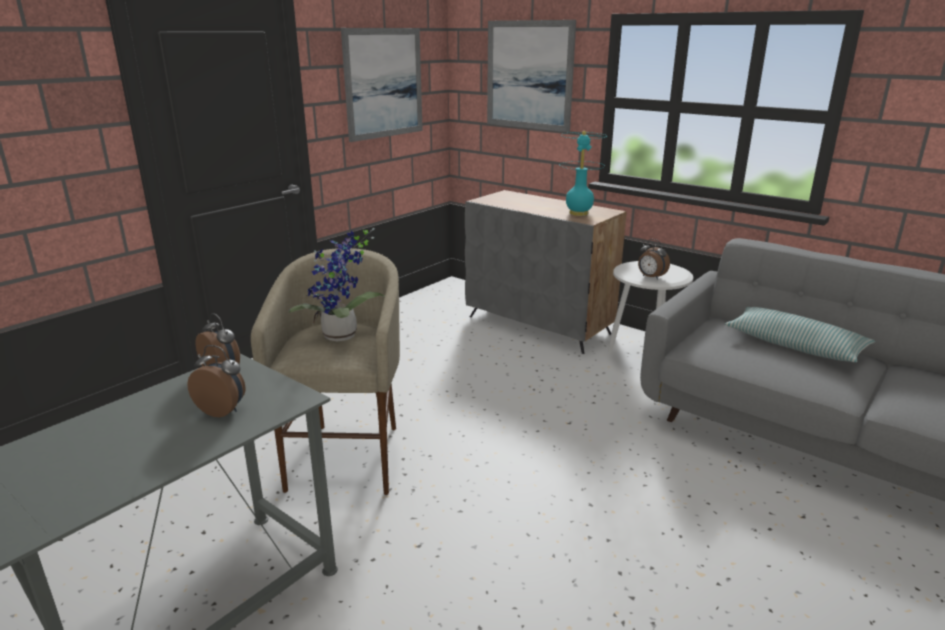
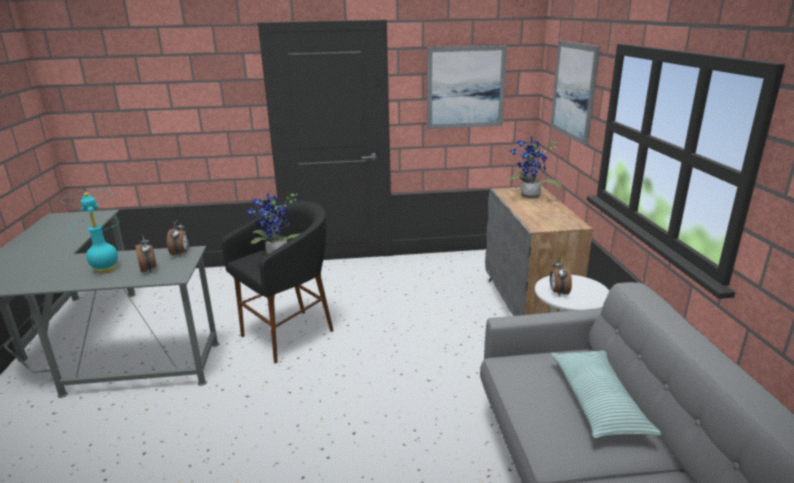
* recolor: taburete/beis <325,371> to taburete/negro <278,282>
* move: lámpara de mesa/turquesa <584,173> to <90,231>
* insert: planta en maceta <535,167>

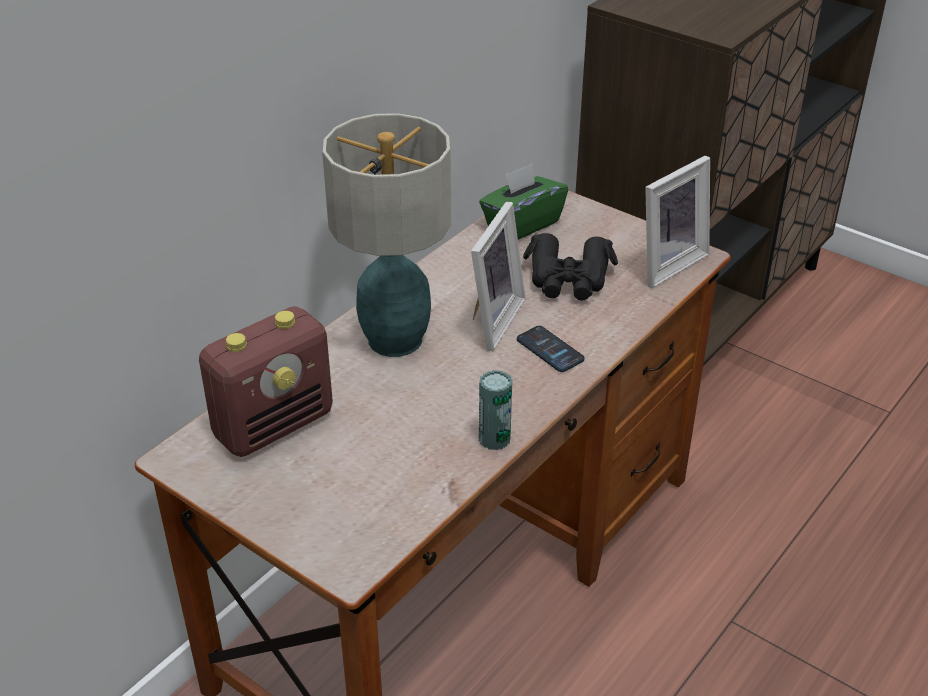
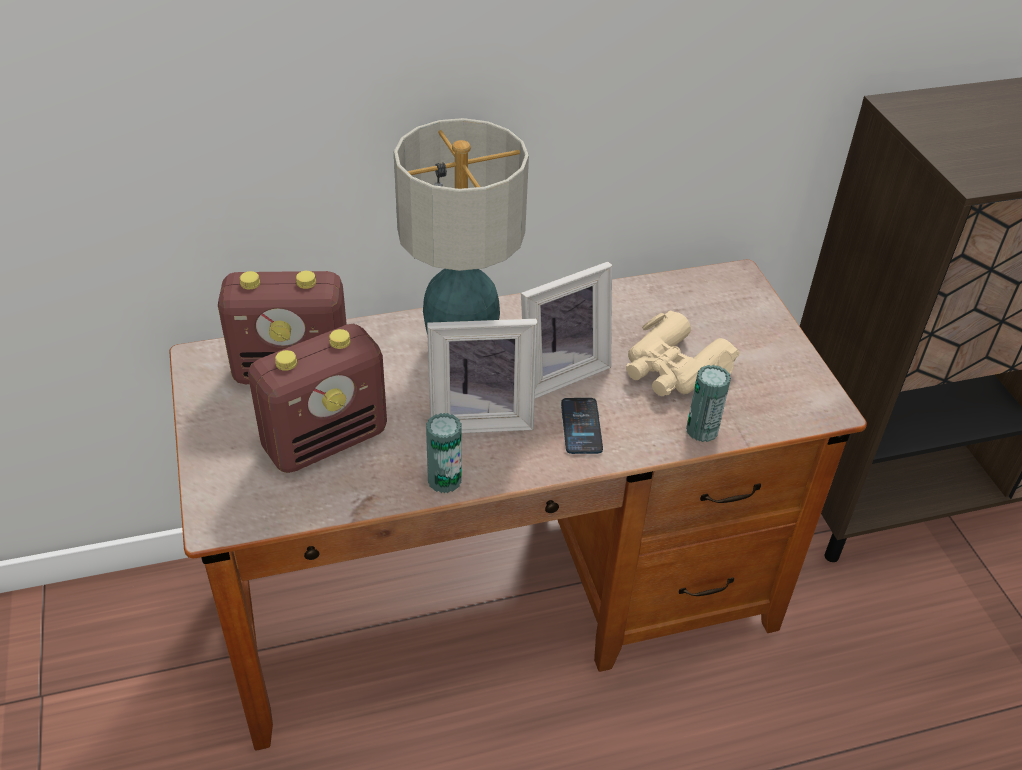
* delete: caja de pañuelos/verde <523,201>
* recolor: prismáticos/negro <570,266> to prismáticos/beis <683,353>
* move: portarretratos <677,222> to <482,376>
* insert: radio <317,398>
* insert: lata <708,403>

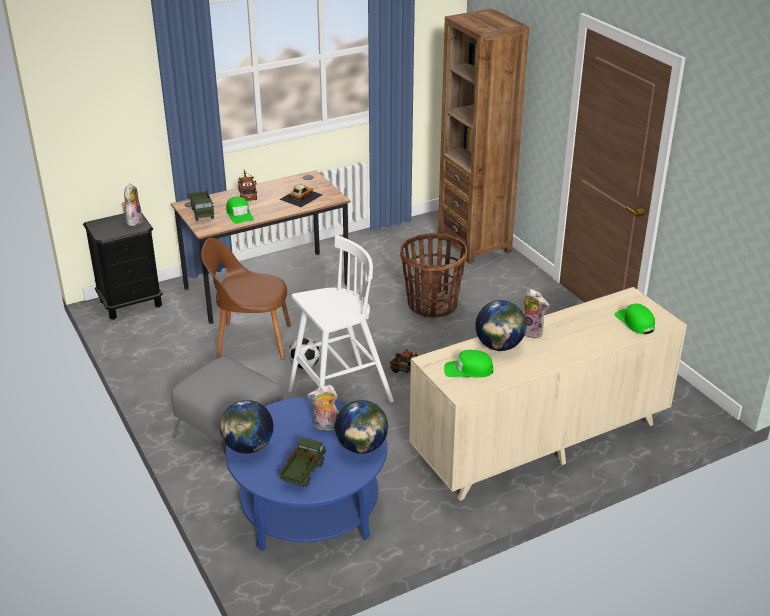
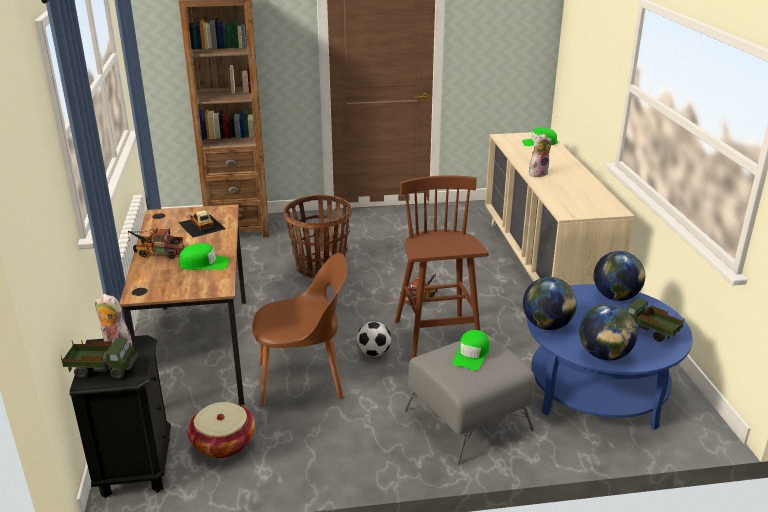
* move: camión de juguete <201,204> to <99,358>
* rotate: silla/marrón <246,299> = <299,329> 120 degrees counterclockwise
* recolor: taburete/blanco <341,318> to taburete/marrón <442,267>
* delete: peluche <323,408>
* move: gorra/verde <468,363> to <471,350>
* move: globo terráqueo <500,325> to <550,303>
* insert: cesta <221,430>

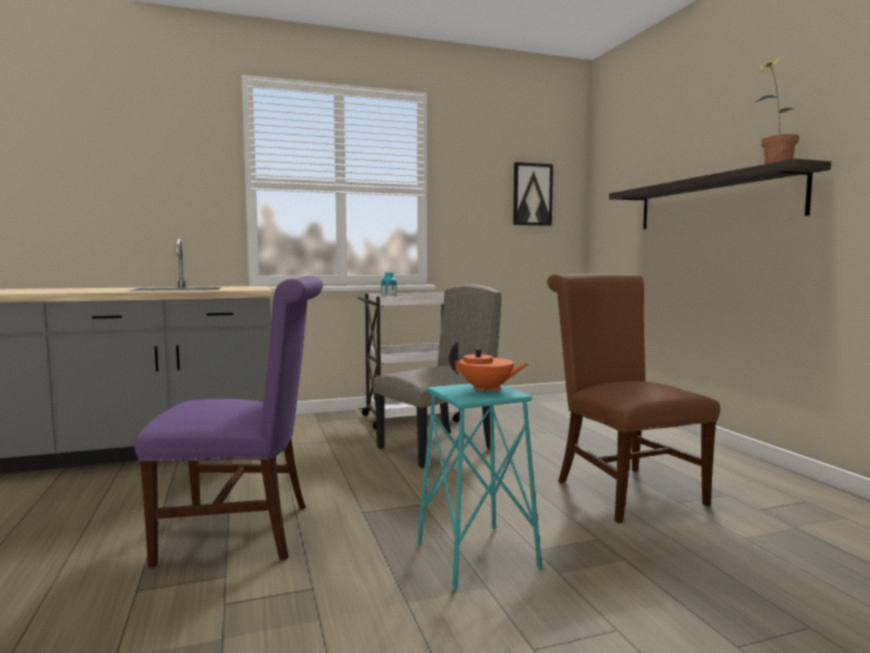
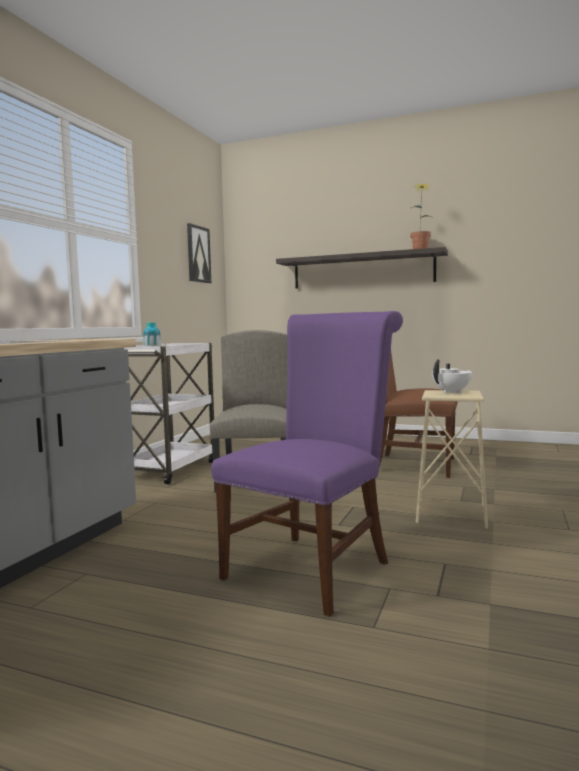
* recolor: taburete/turquesa <479,486> to taburete/beis <452,459>
* recolor: tetera/naranja <489,367> to tetera/blanco <452,376>

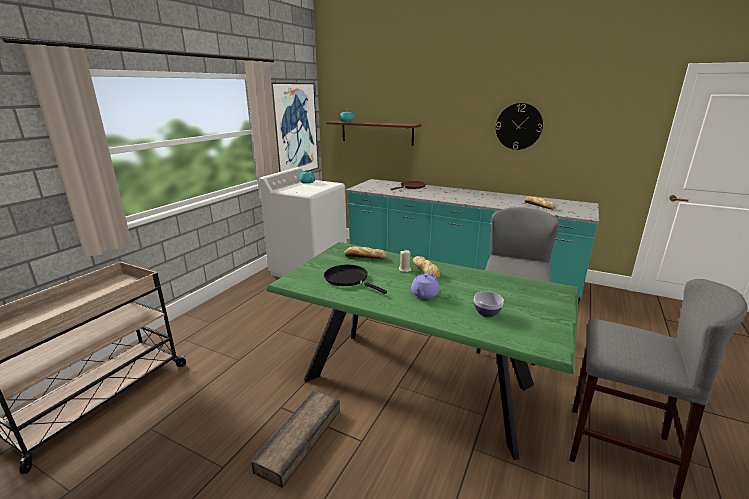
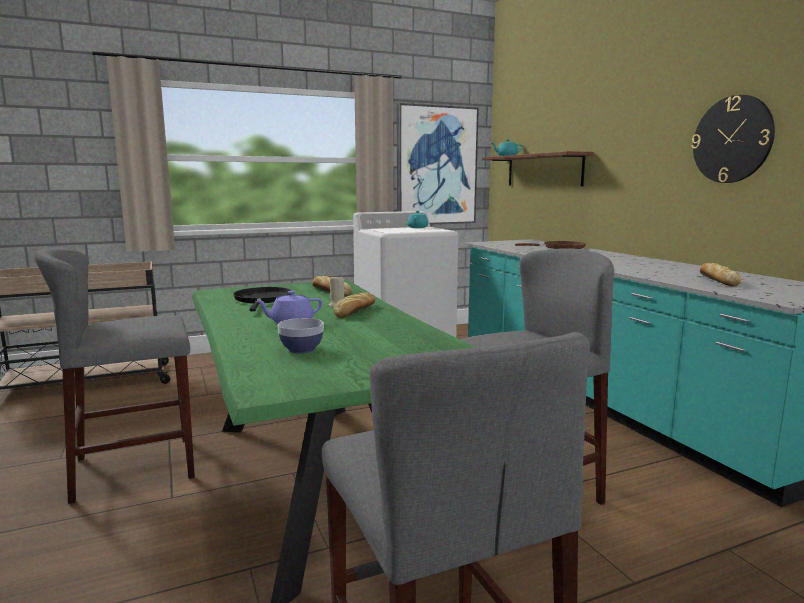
* replace: caja de embalaje <295,439> to taburete/gris <114,376>

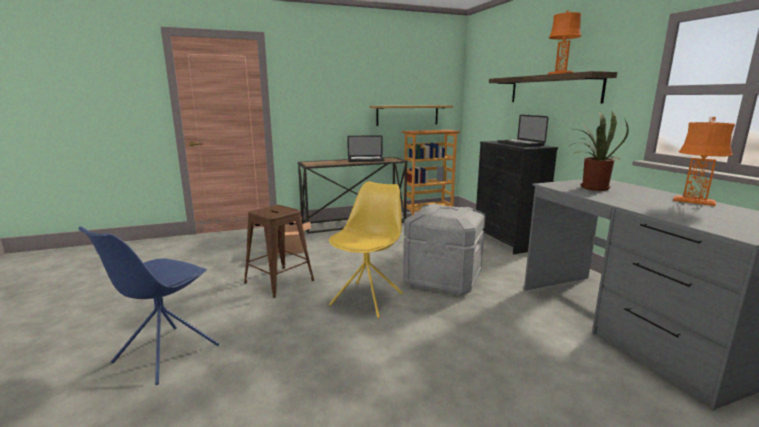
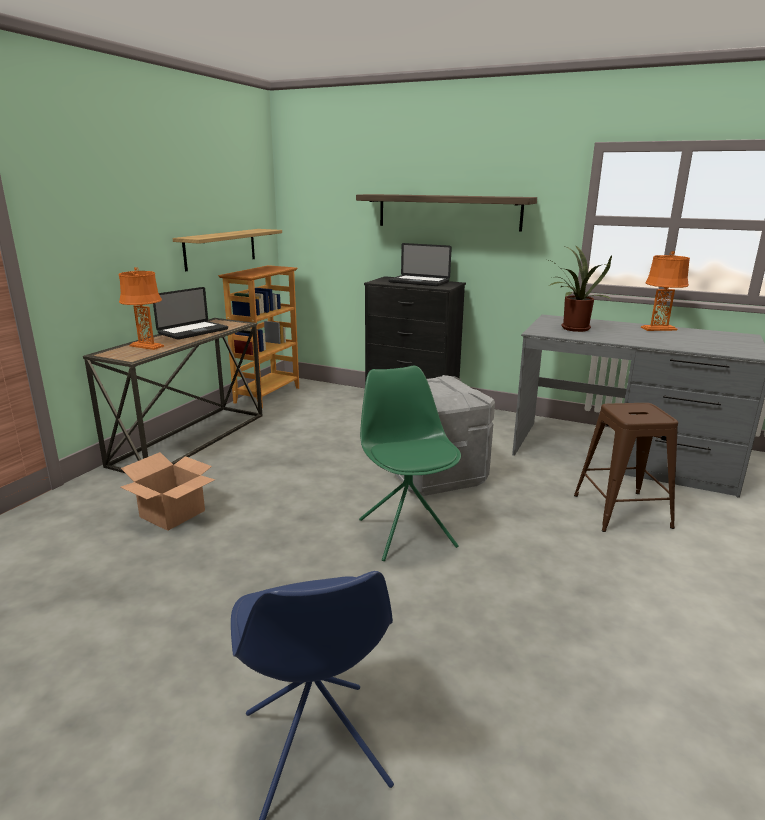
* move: taburete/marrón <279,251> to <626,467>
* recolor: silla/amarillo <366,249> to silla/verde <410,463>
* move: lámpara de mesa/naranja <564,42> to <141,308>

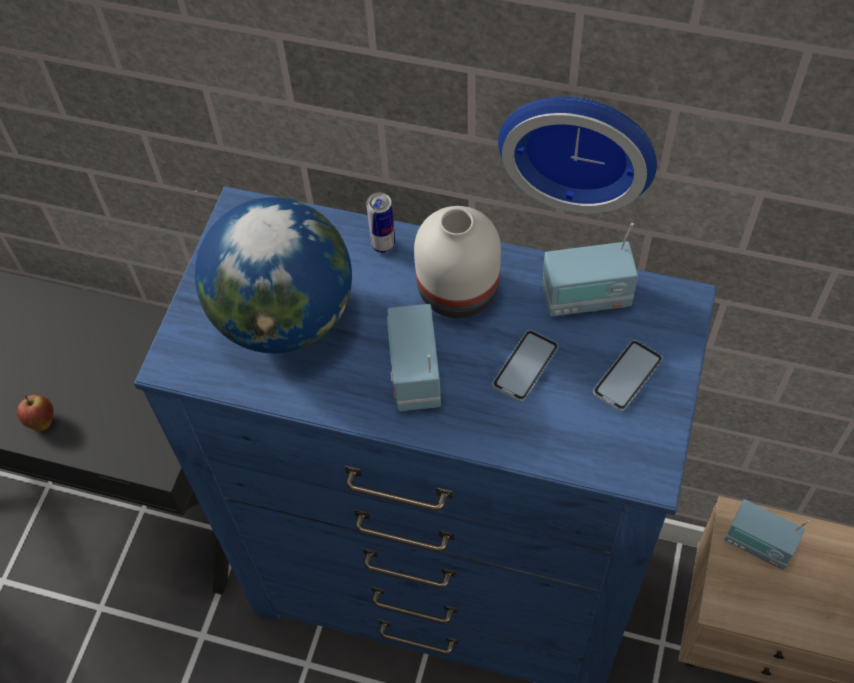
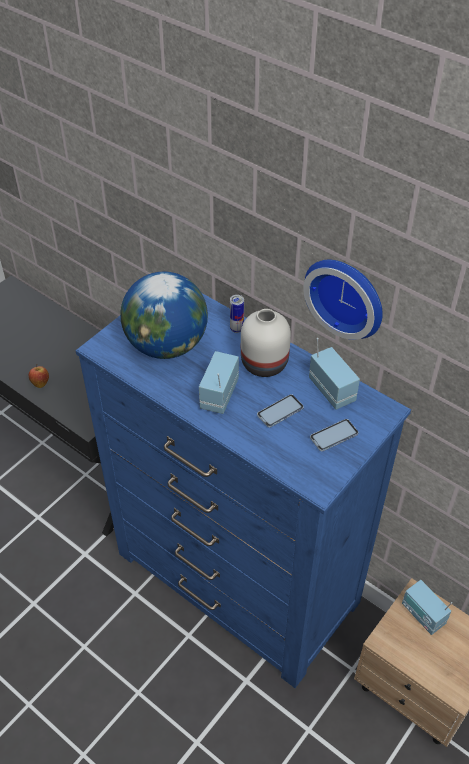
* rotate: radio <590,269> = <334,374> 135 degrees counterclockwise

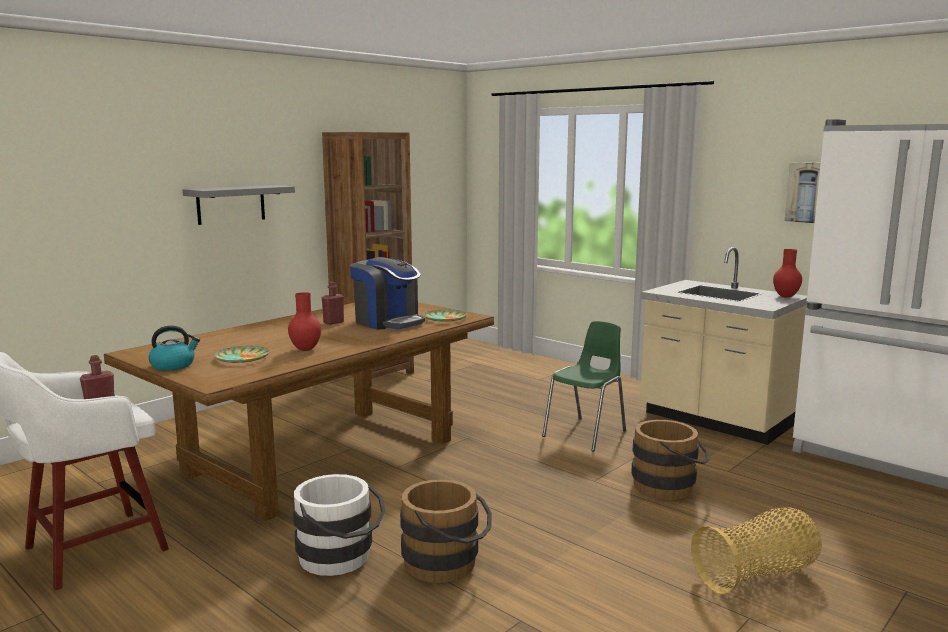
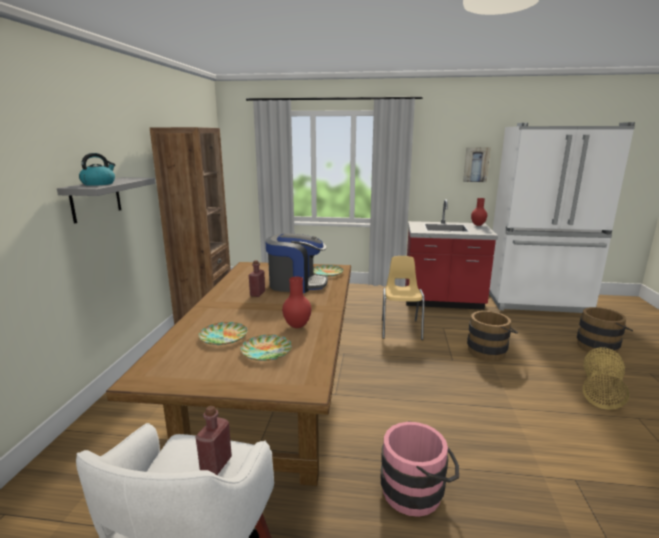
* move: hervidor <174,347> to <97,169>
* recolor: cubo/blanco <339,525> to cubo/rosa <420,469>
* move: cubo/marrón <446,531> to <605,331>
* recolor: silla/verde <584,386> to silla/amarillo <403,298>
* recolor: mueble bajo de cocina/beis <723,346> to mueble bajo de cocina/rojo <451,254>
* insert: plato <223,333>

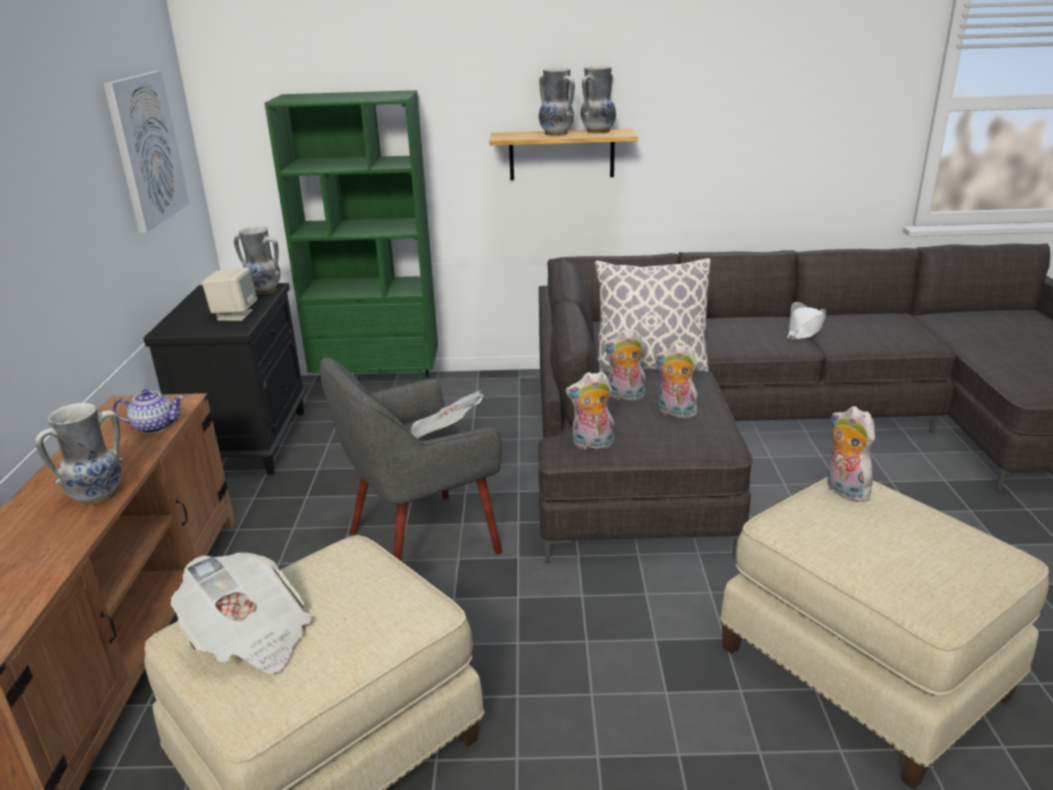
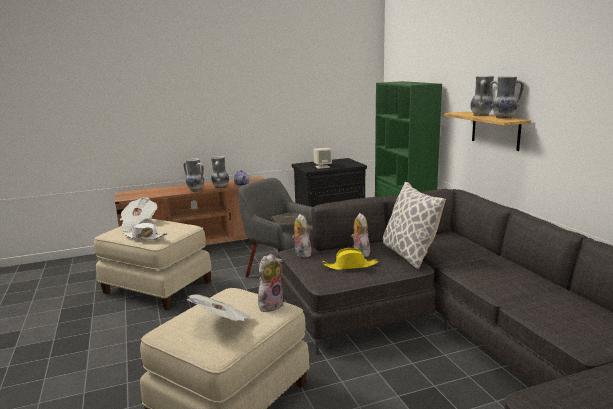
* delete: cuadro <146,152>
* move: florero <257,260> to <220,172>
* replace: peluche <676,381> to sombrero/amarillo <350,259>
* move: sombrero/blanco <806,321> to <145,229>
* insert: periódico <220,307>

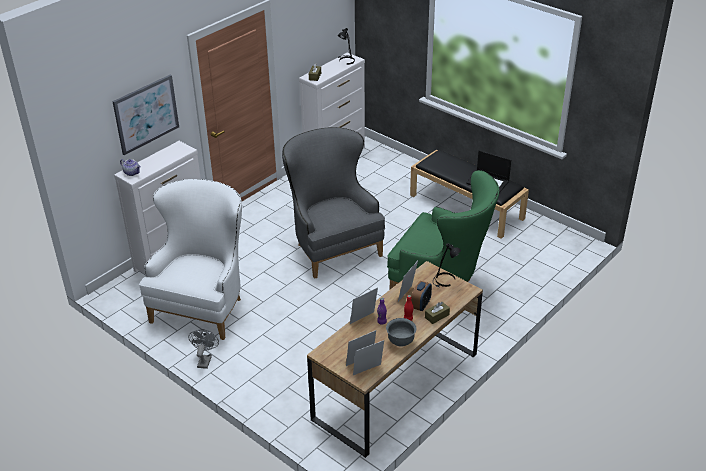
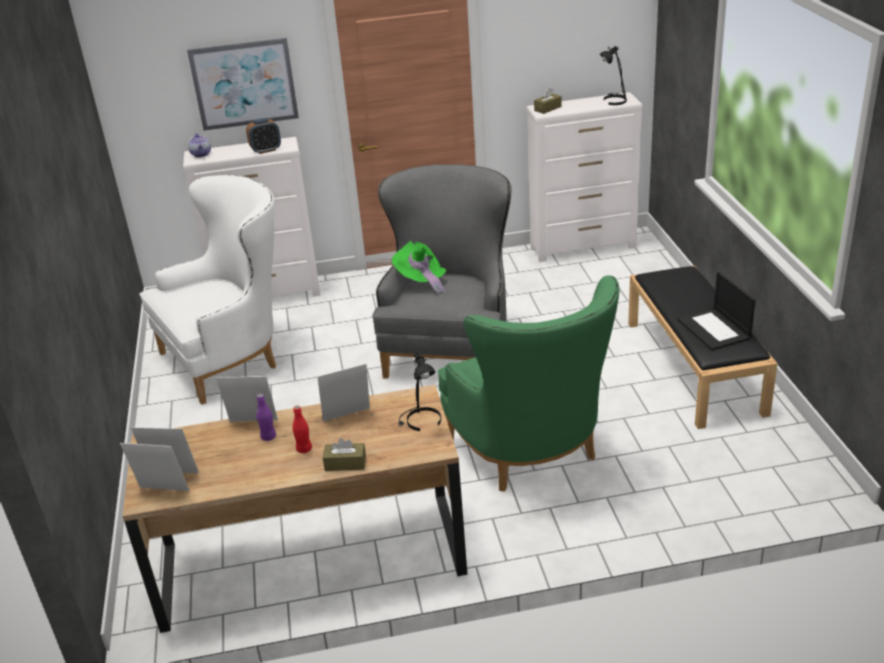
* delete: ventilador/gris <203,349>
* delete: cuenco/gris <401,332>
* move: despertador <421,296> to <263,136>
* insert: sombrero/verde <419,268>

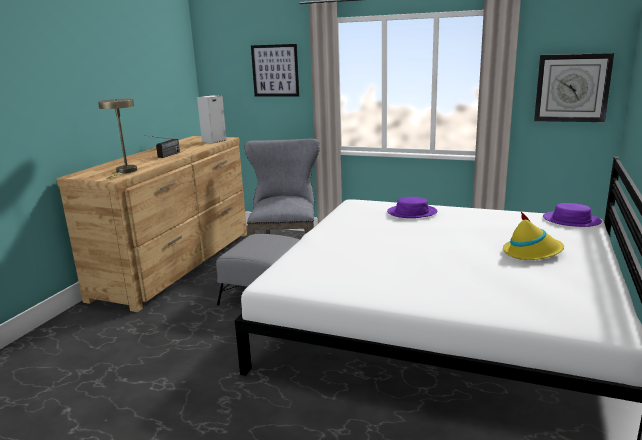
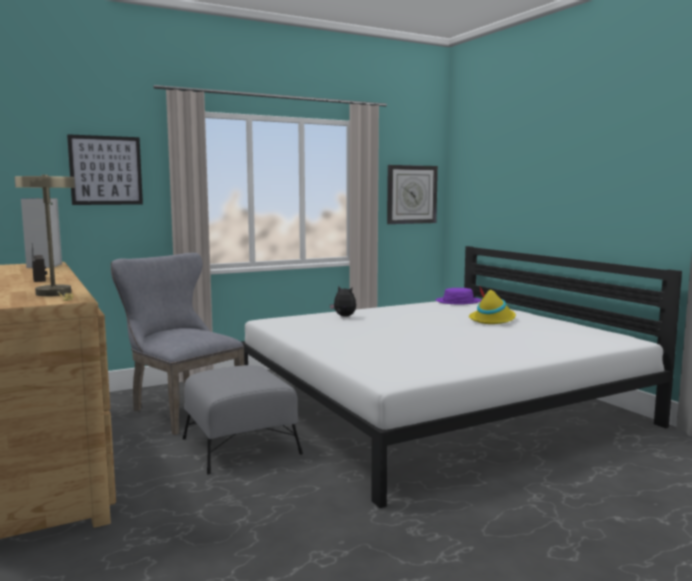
* replace: sombrero/morado <412,207> to peluche <343,301>

